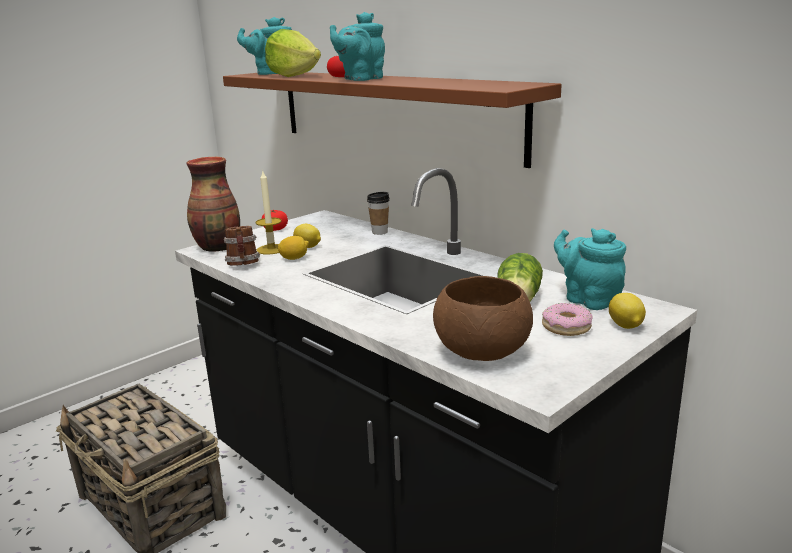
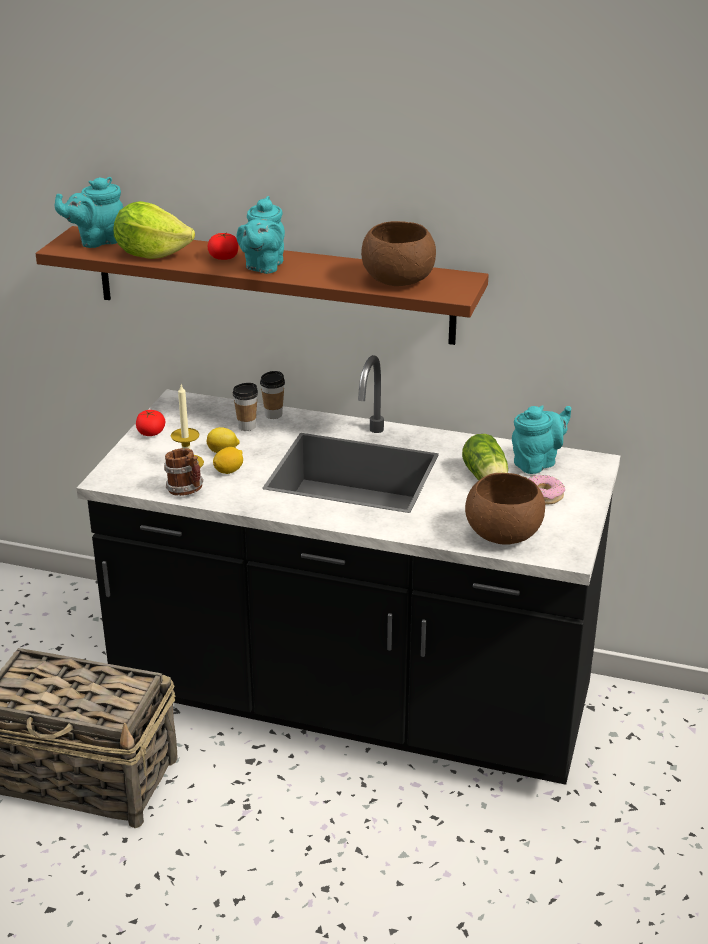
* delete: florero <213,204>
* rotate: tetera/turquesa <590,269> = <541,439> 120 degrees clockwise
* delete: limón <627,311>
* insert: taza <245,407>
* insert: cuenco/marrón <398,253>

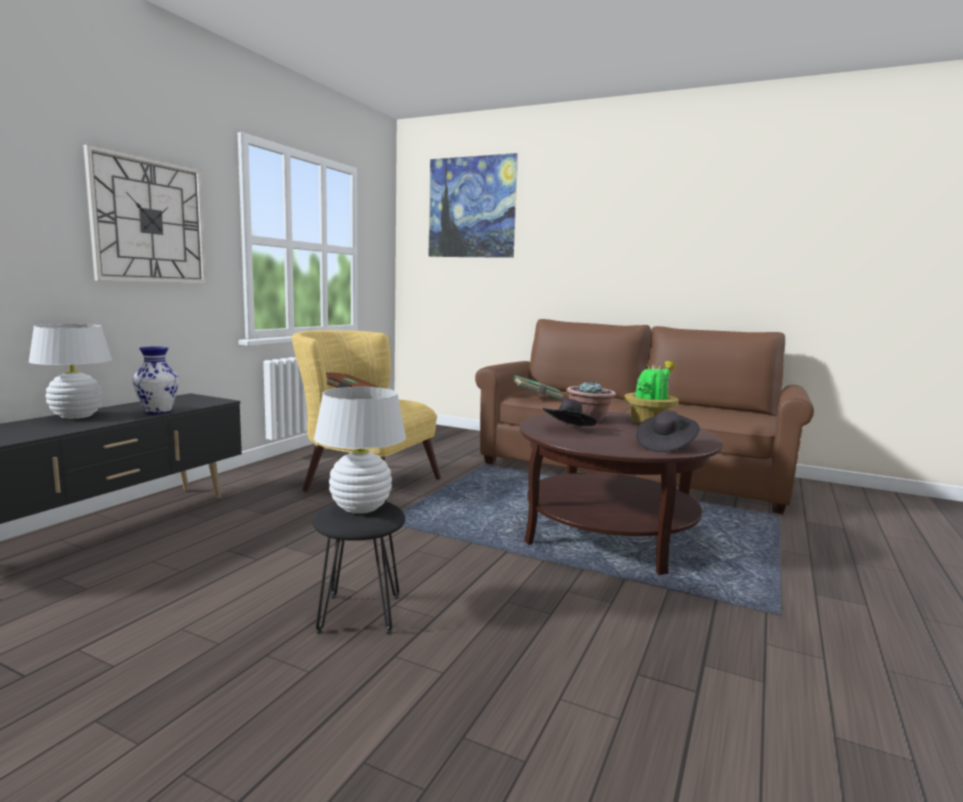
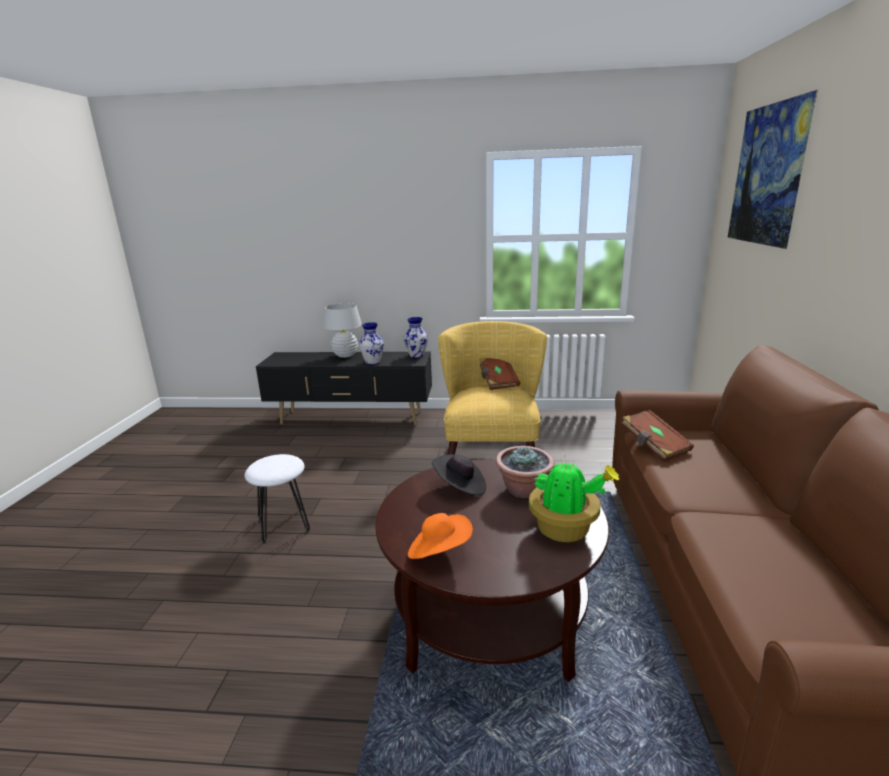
* delete: reloj de pared <145,214>
* recolor: taburete/negro <359,568> to taburete/blanco <277,499>
* delete: lámpara de mesa/blanco <360,450>
* recolor: libro/verde <539,388> to libro/marrón <657,435>
* recolor: sombrero/negro <668,431> to sombrero/naranja <440,536>
* insert: florero <416,337>

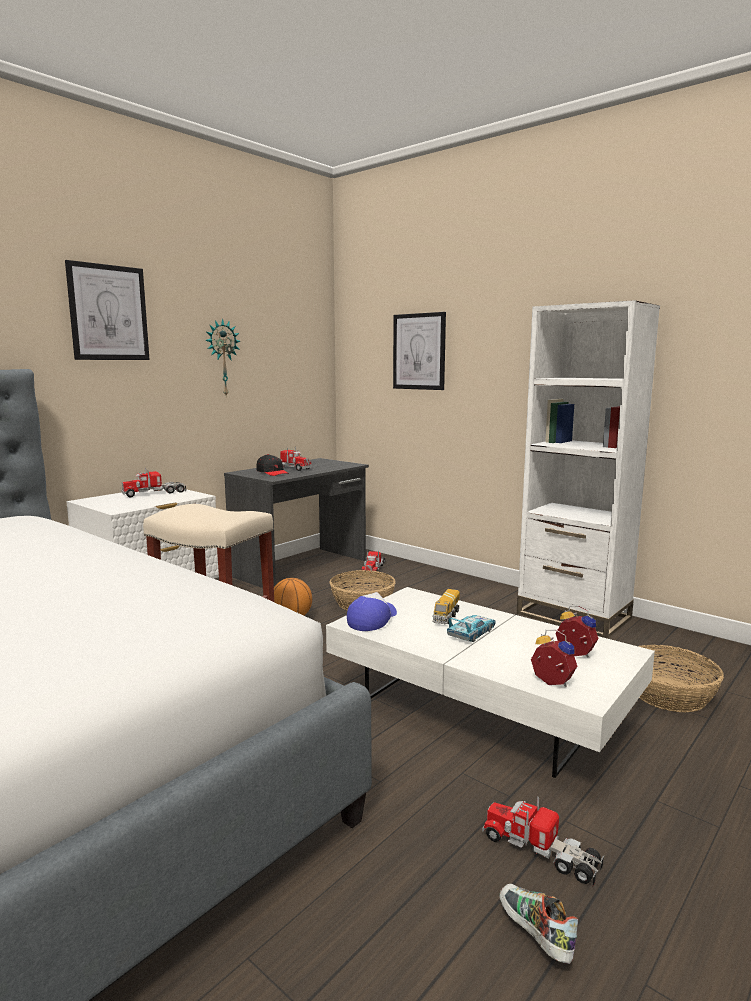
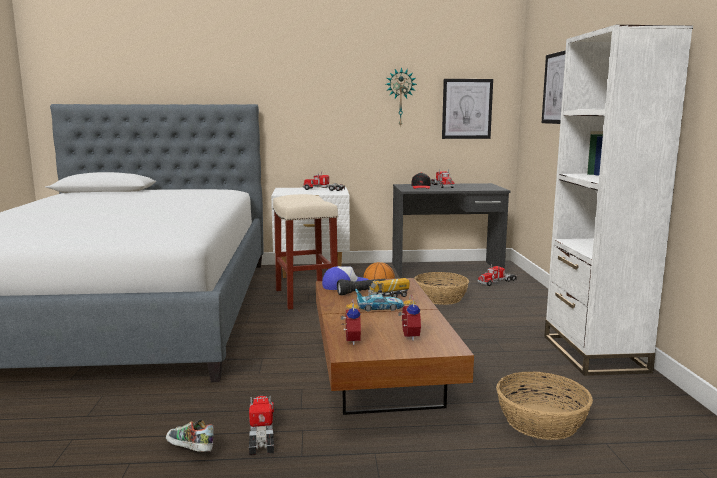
* move: cuadro <107,310> to <467,109>
* recolor: mesa de centro/blanco <490,682> to mesa de centro/marrón <395,346>
* rotate: zapato <538,924> = <190,435> 75 degrees counterclockwise
* insert: linterna/negro <361,287>

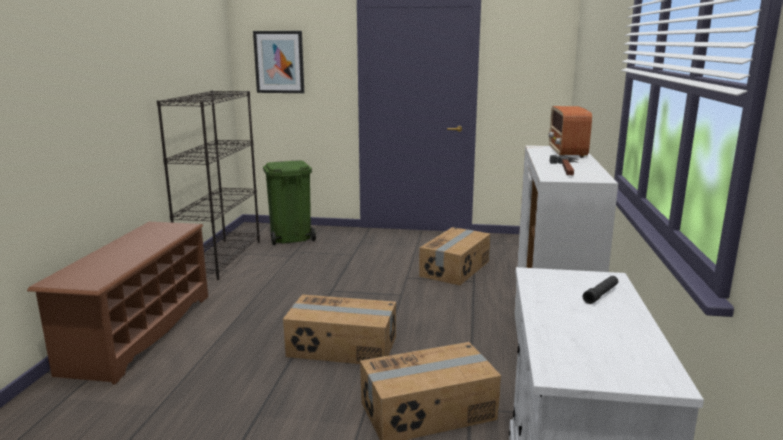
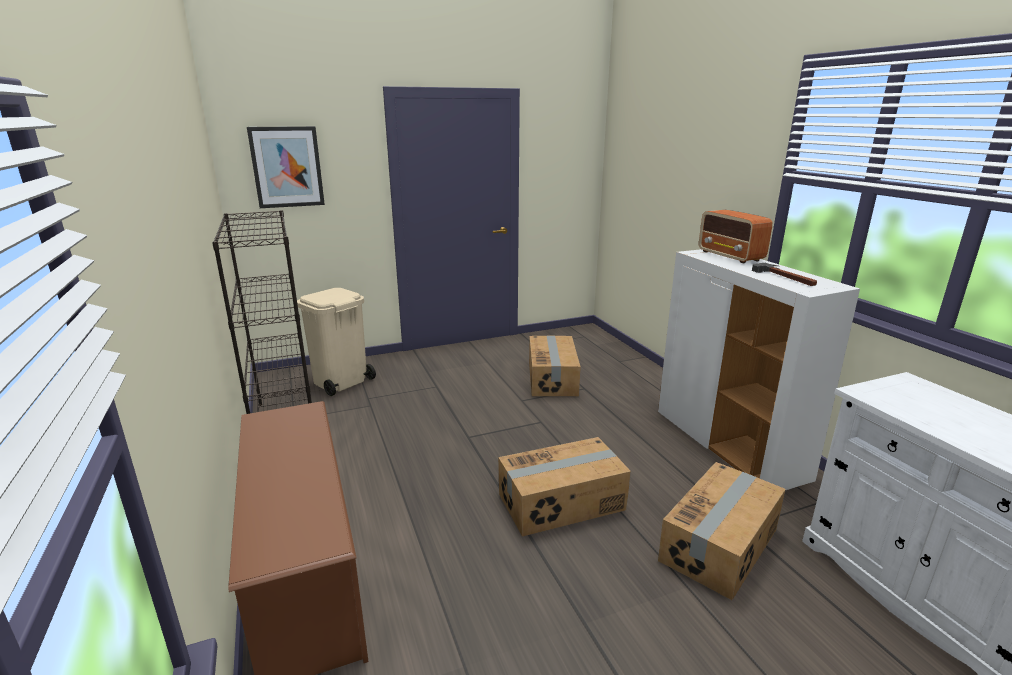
* recolor: papelera/verde <289,202> to papelera/beis <336,342>
* delete: linterna/negro <600,290>

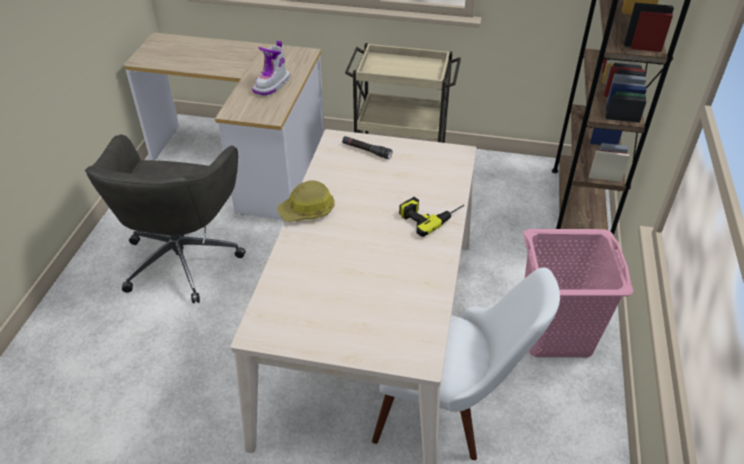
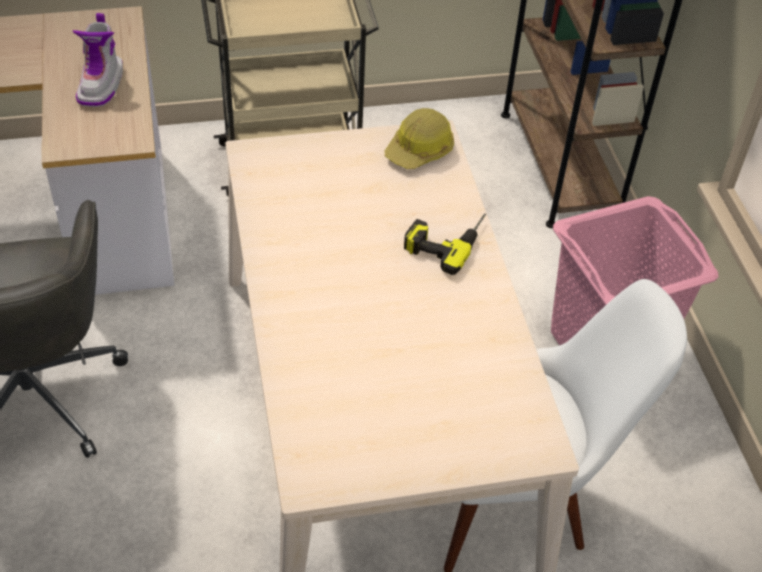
* move: casco <306,201> to <419,138>
* delete: linterna/negro <367,147>

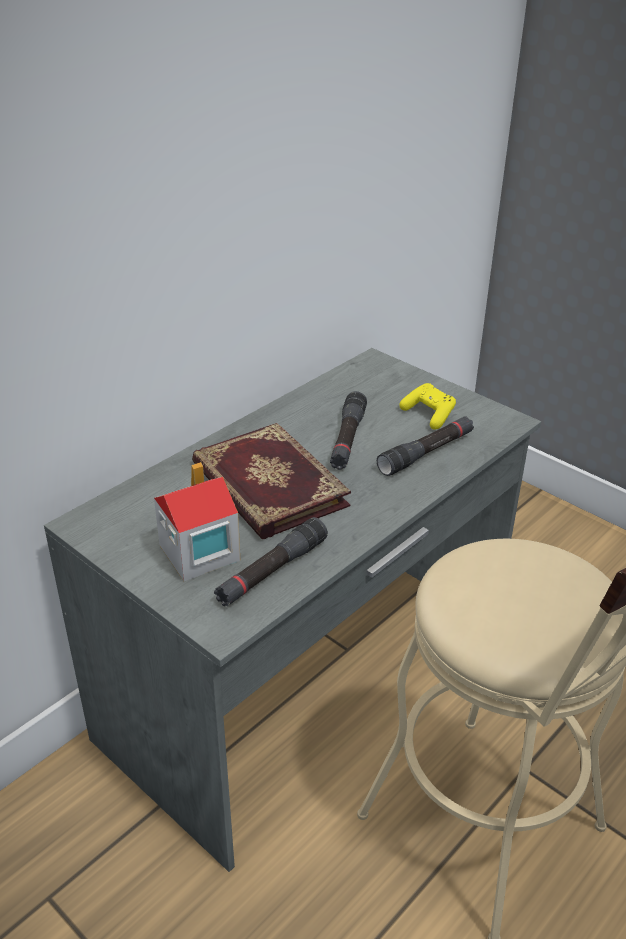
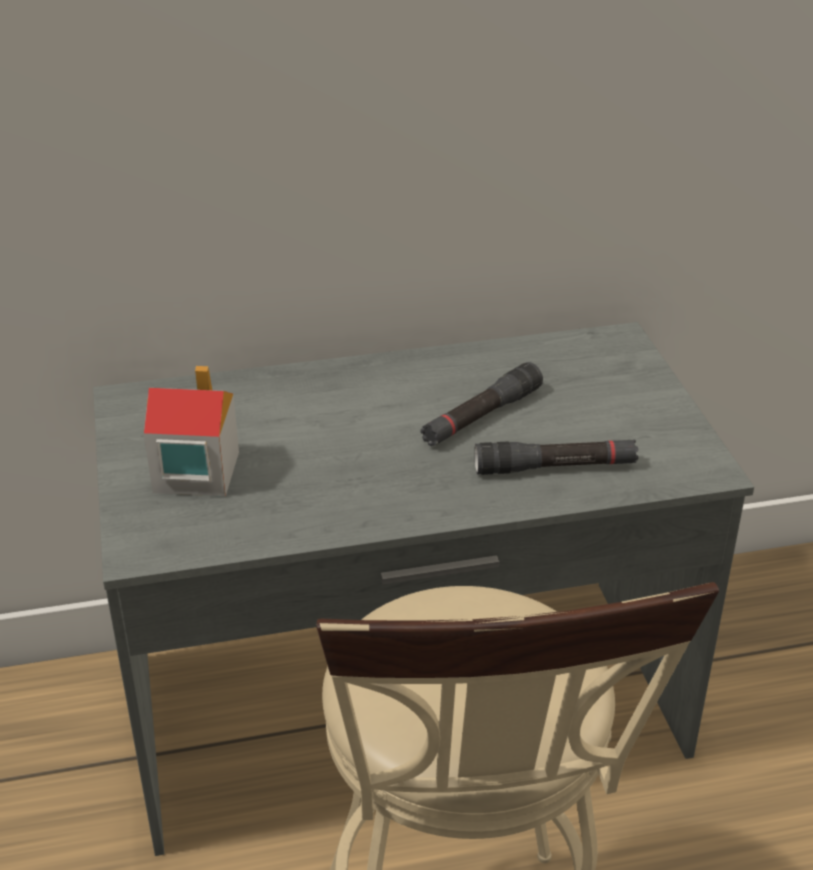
* delete: libro <271,481>
* delete: linterna/negro <271,561>
* delete: mando de consola/amarillo <427,406>

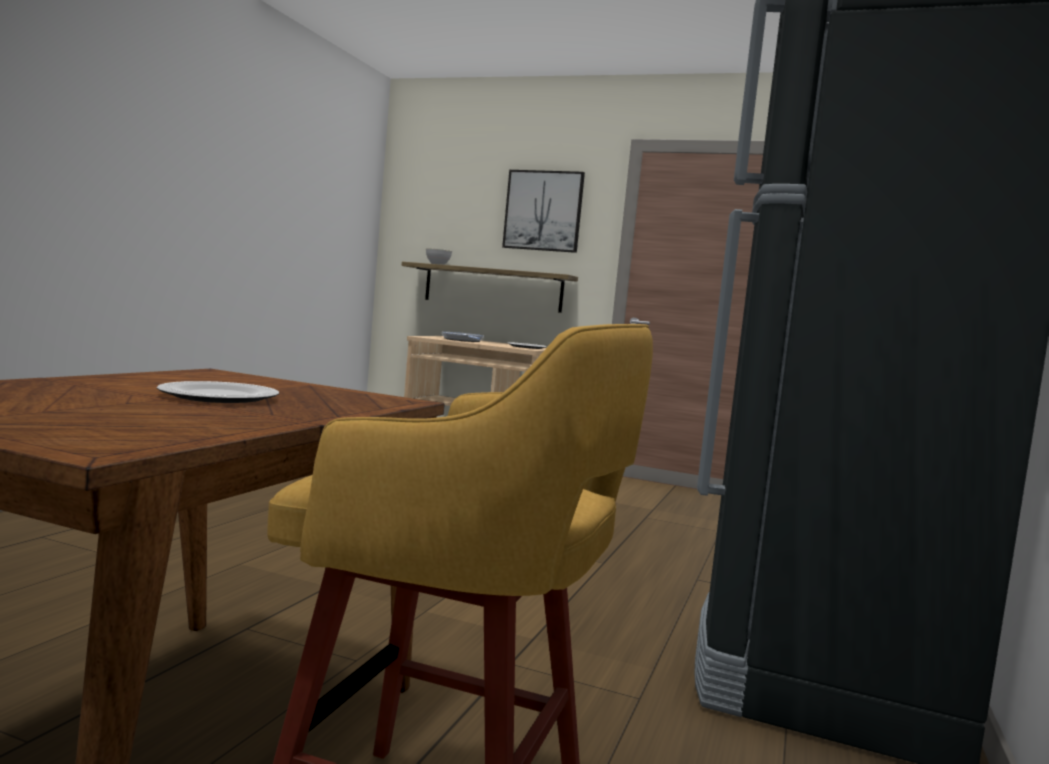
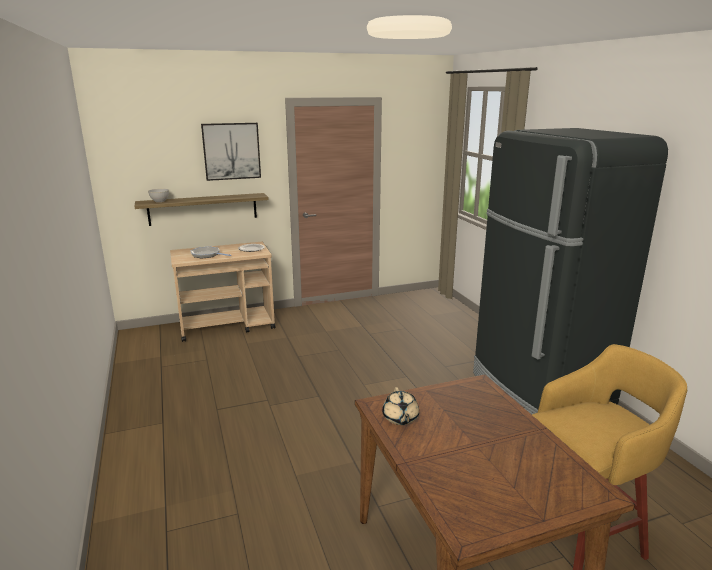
* delete: plato <218,392>
* insert: tetera/beis <400,406>

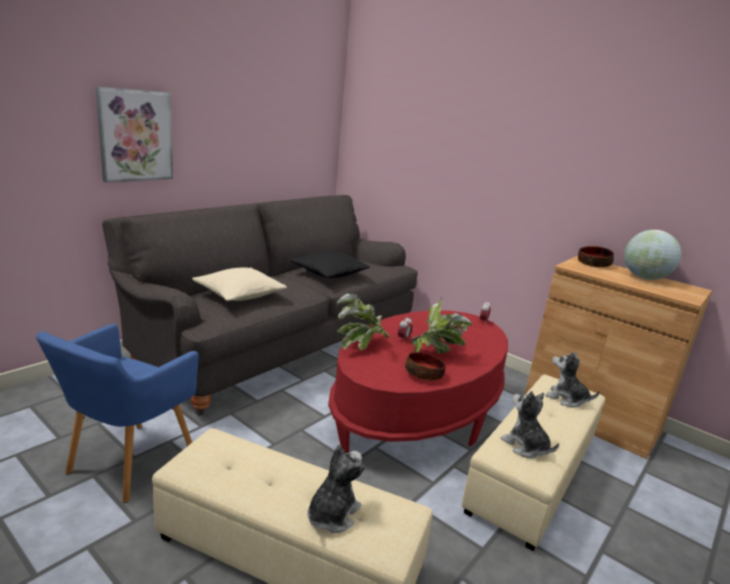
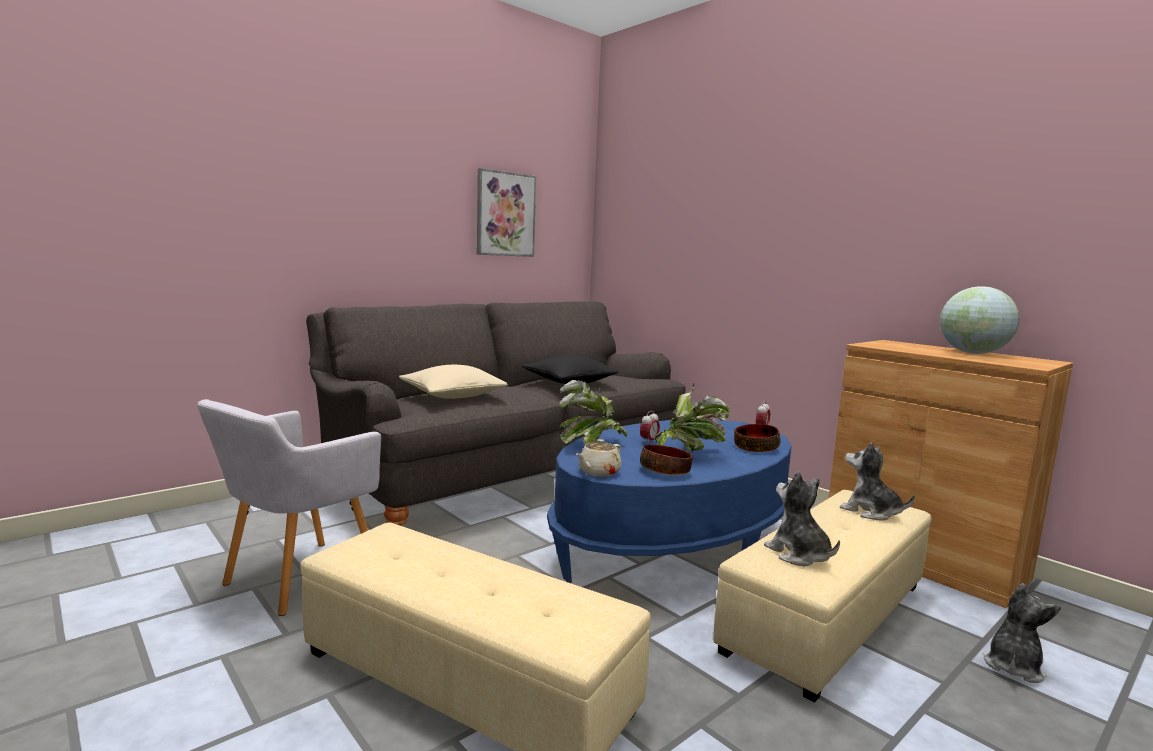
* recolor: sillón/azul <117,413> to sillón/gris <289,507>
* move: cuadro <134,134> to <506,212>
* move: peluche <336,488> to <1022,633>
* recolor: mesa de centro/rojo <418,381> to mesa de centro/azul <669,501>
* move: cuenco <596,256> to <757,438>
* insert: tetera/beis <599,458>

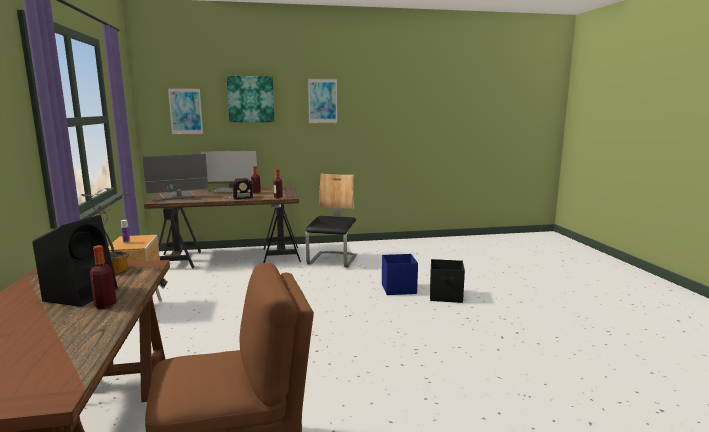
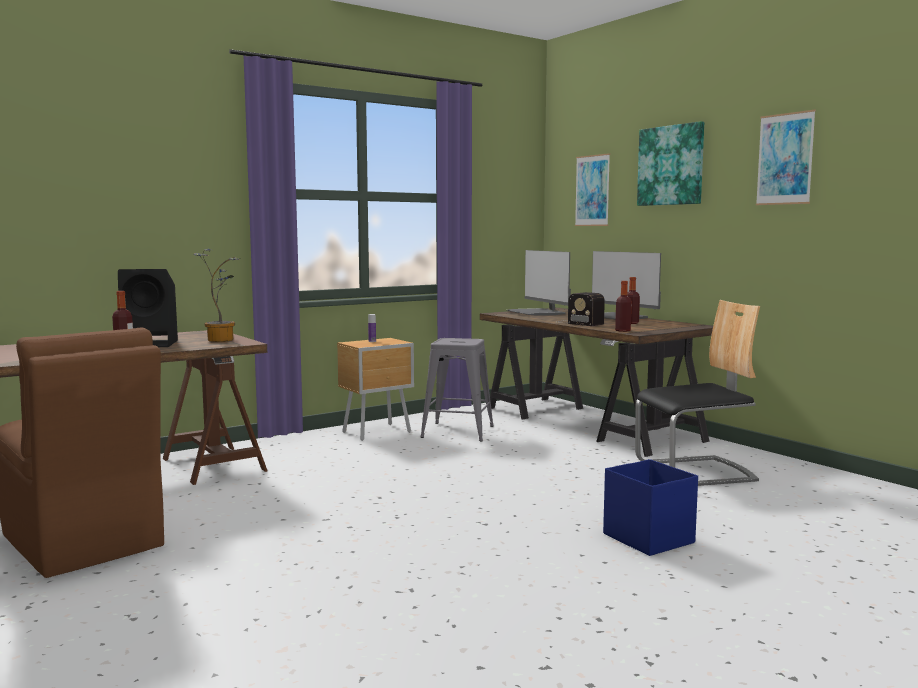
* rotate: monitor <175,177> = <539,283> 150 degrees counterclockwise
* delete: caja de almacenaje/negro <447,281>
* insert: taburete/gris <457,389>

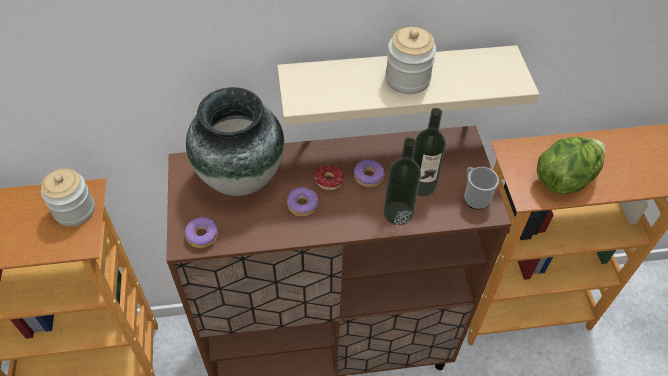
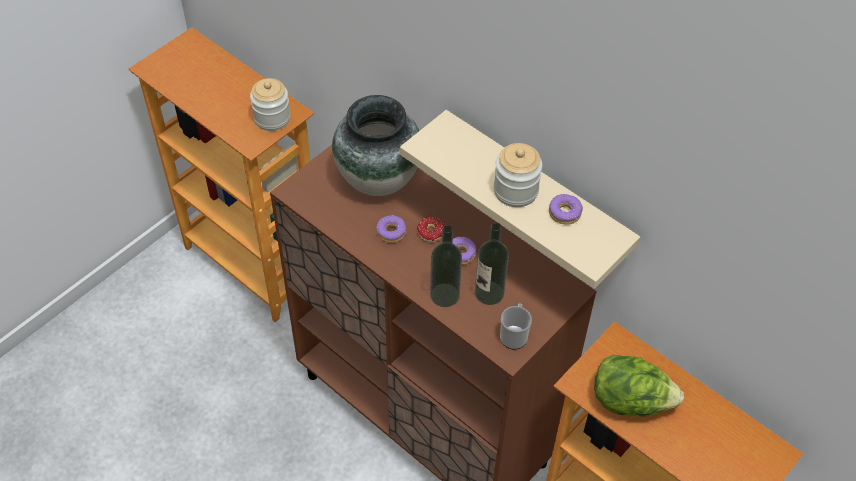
* move: rosquilla <201,232> to <566,209>

